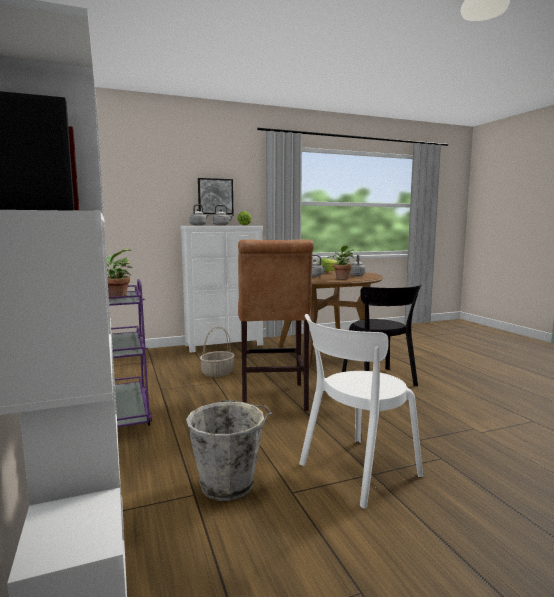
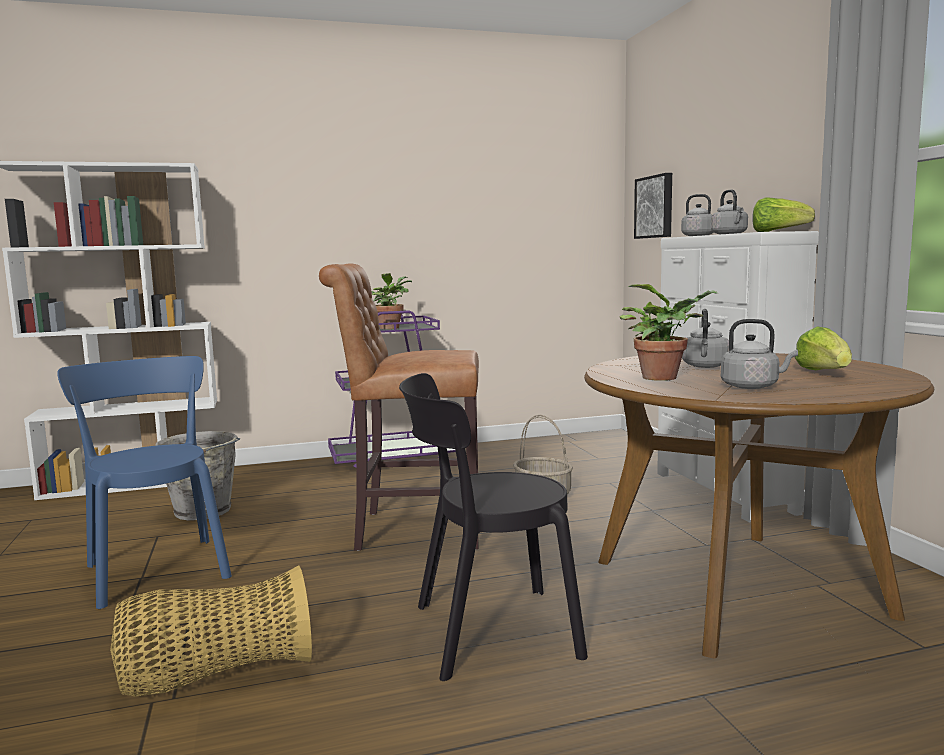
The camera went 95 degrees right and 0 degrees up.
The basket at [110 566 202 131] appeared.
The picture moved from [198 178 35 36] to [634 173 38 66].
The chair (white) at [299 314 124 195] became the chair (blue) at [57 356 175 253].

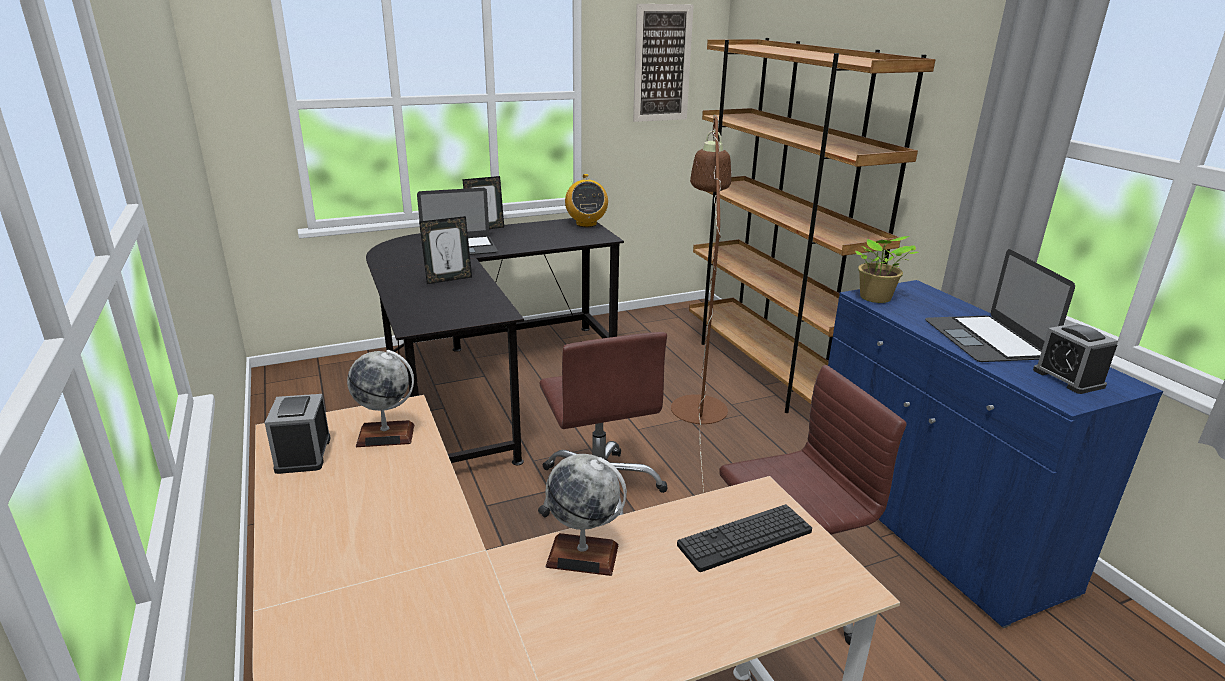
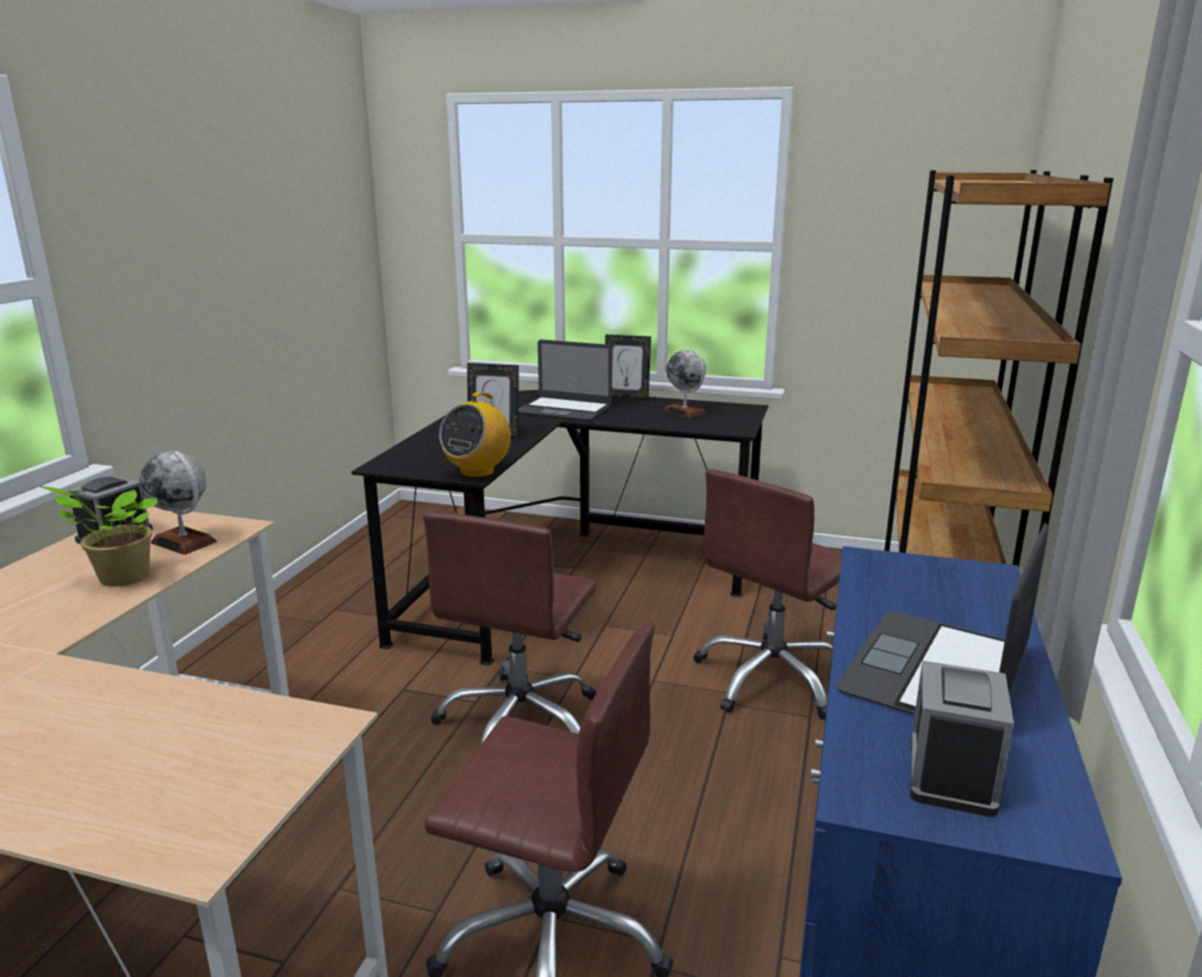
The camera went 40 degrees right and 5 degrees down.
The picture at [633 4 61 118] disappeared.
The keyboard at [677 504 135 68] disappeared.
The globe moved from [545 454 82 122] to [663 349 43 69].
The radio moved from [565 174 43 53] to [439 392 72 86].
The potted plant moved from [855 236 64 67] to [39 486 119 101].
The floor lamp (brown) at [671 114 60 379] was replaced by the office chair (brown) at [693 469 149 250].

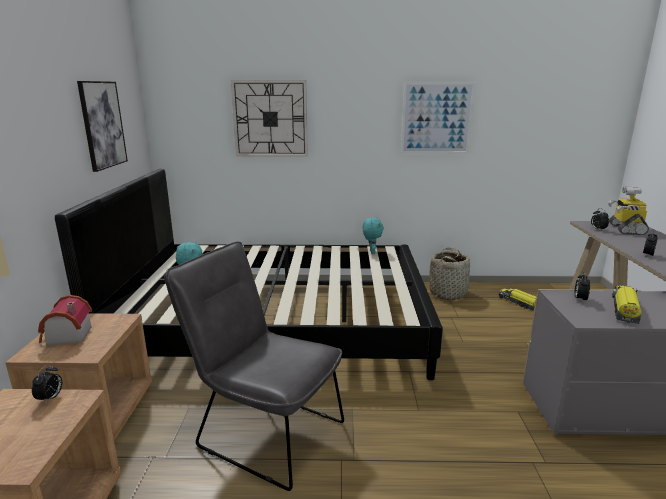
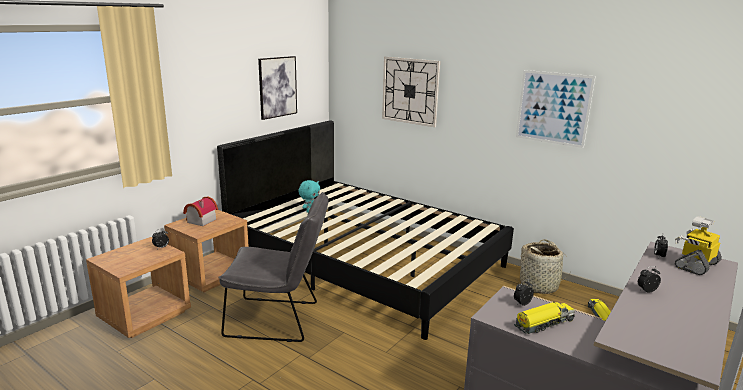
The camera went 35 degrees right and 0 degrees up.
The plush toy (turquoise) at [362 218 22 36] disappeared.
The chair (grey) at [164 242 180 249] turned 120 degrees clockwise.

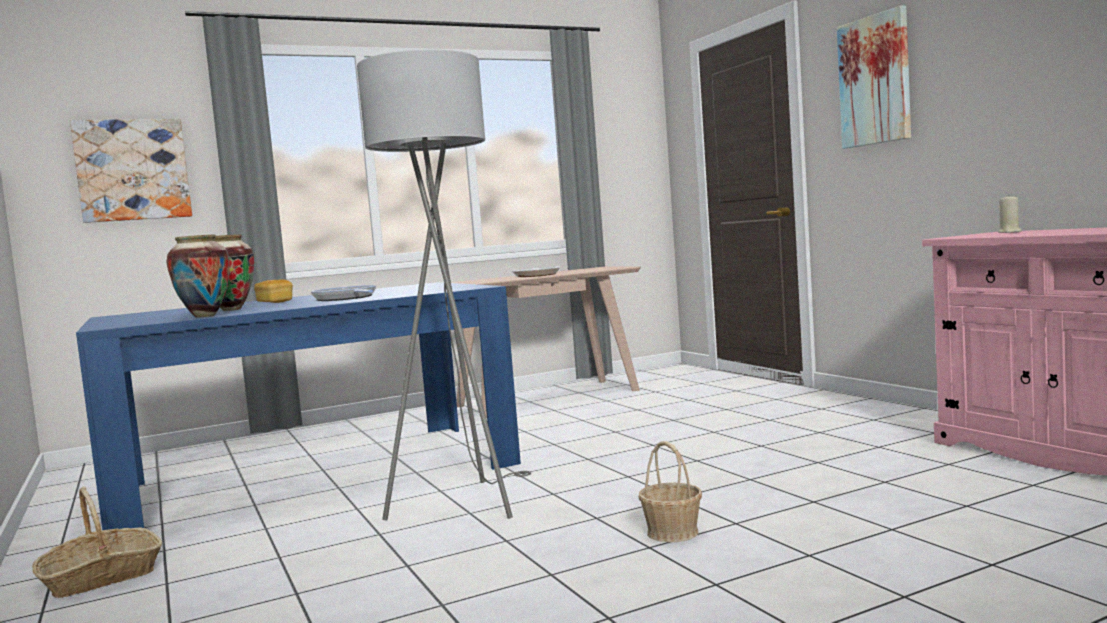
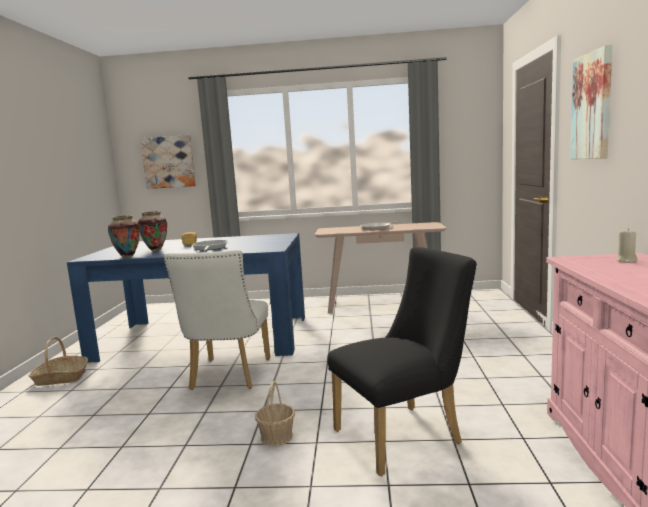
The camera went 30 degrees right and 5 degrees up.
The chair (black) at [327 247 150 229] appeared.
The floor lamp (grey) at [357 50 174 470] was replaced by the chair (white) at [164 250 106 140].

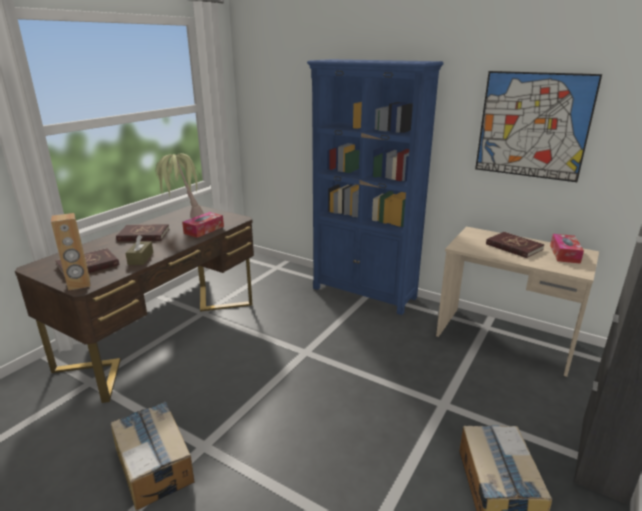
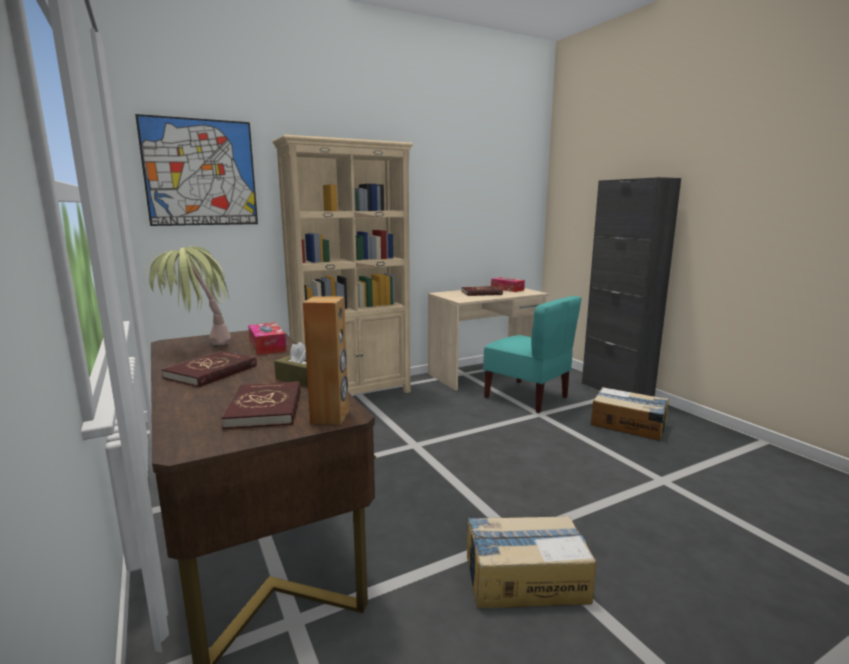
The camera went 60 degrees left and 10 degrees down.
The chair (turquoise) at [483 296 99 117] appeared.
The picture moved from [475 71 127 111] to [135 114 123 112].
The bookcase (blue) at [307 59 136 256] became the bookcase (beige) at [272 135 141 259].

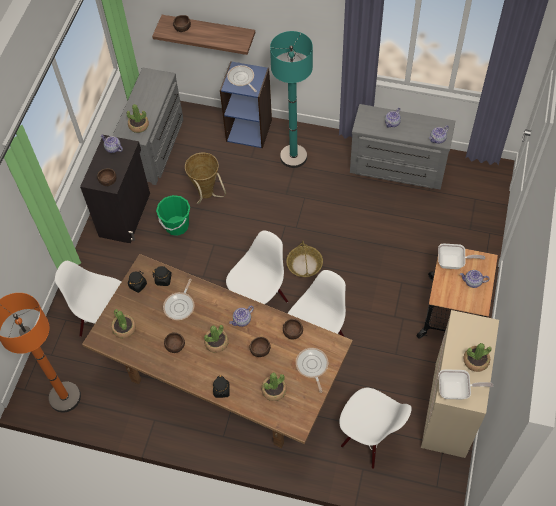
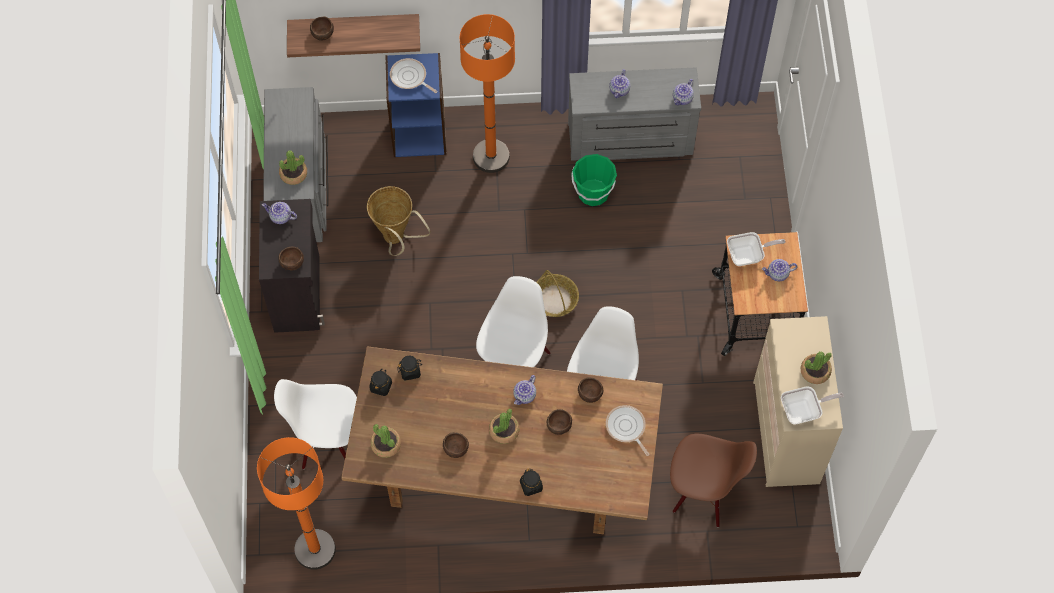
The camera went 20 degrees left and 5 degrees up.
The frying pan at [163 279 32 41] disappeared.
The potted plant at [261 373 26 28] disappeared.
The bucket (green) moved from [156 195 34 41] to [571 154 46 52].
The floor lamp (turquoise) at [270 31 43 137] became the floor lamp (orange) at [460 14 55 159].
The chair (white) at [339 388 73 81] became the chair (brown) at [670 434 87 93].

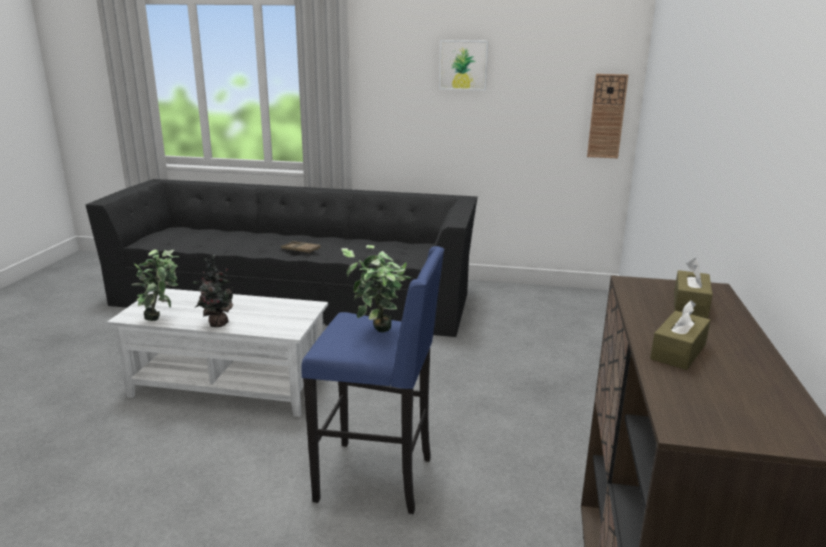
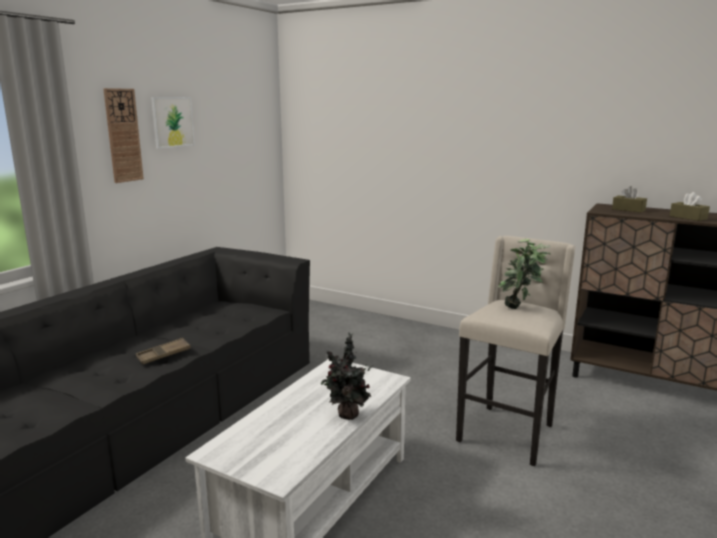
The camera went 70 degrees left and 5 degrees down.
The potted plant at [132 249 47 72] disappeared.
The wall clock moved from [587 74 41 84] to [103 88 41 95].
The stool (blue) at [301 246 143 268] became the stool (beige) at [456 236 120 230].

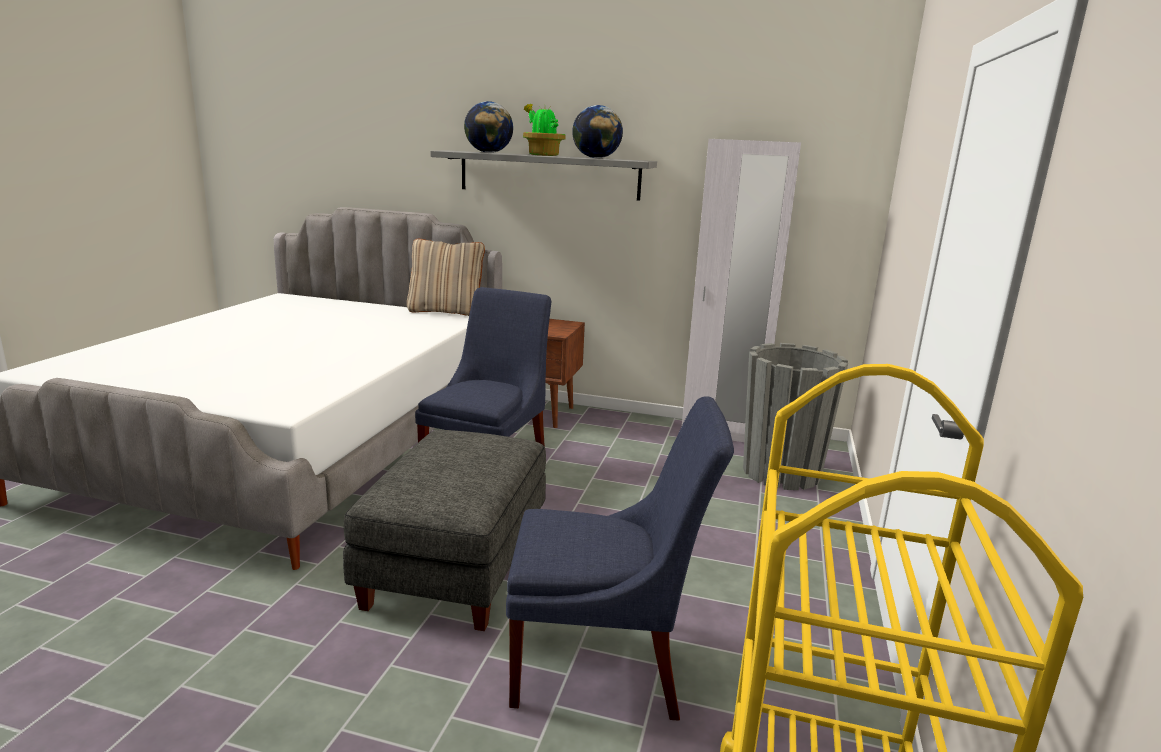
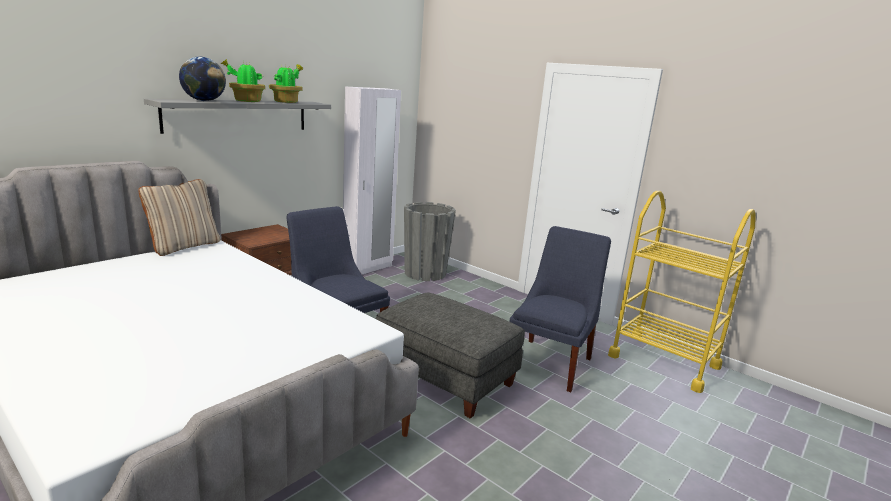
The camera went 65 degrees left and 0 degrees up.
The globe at [572 105 51 53] was replaced by the potted plant at [269 64 34 39].

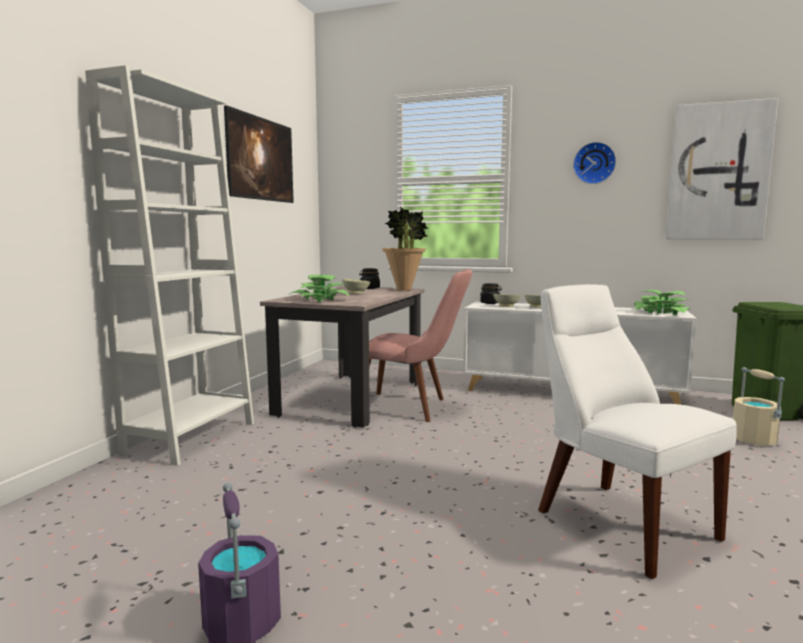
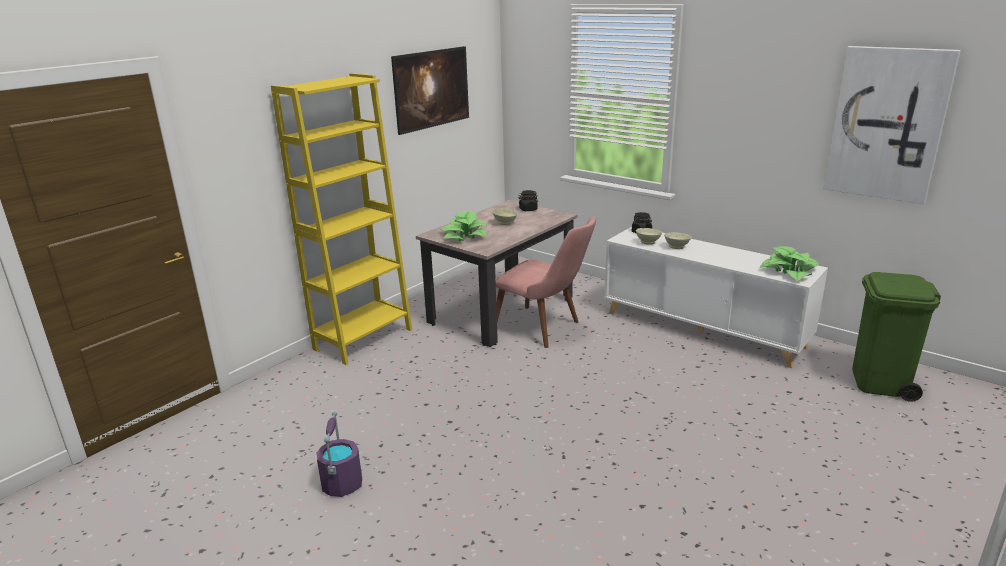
The camera went 20 degrees right and 15 degrees up.
The potted plant at [382 207 46 84] disappeared.
The chair (white) at [538 284 199 295] disappeared.
The wall clock at [573 142 43 42] disappeared.
The bucket (beige) at [733 367 52 79] disappeared.
The bookcase (white) at [85 65 169 401] became the bookcase (yellow) at [271 73 141 292].

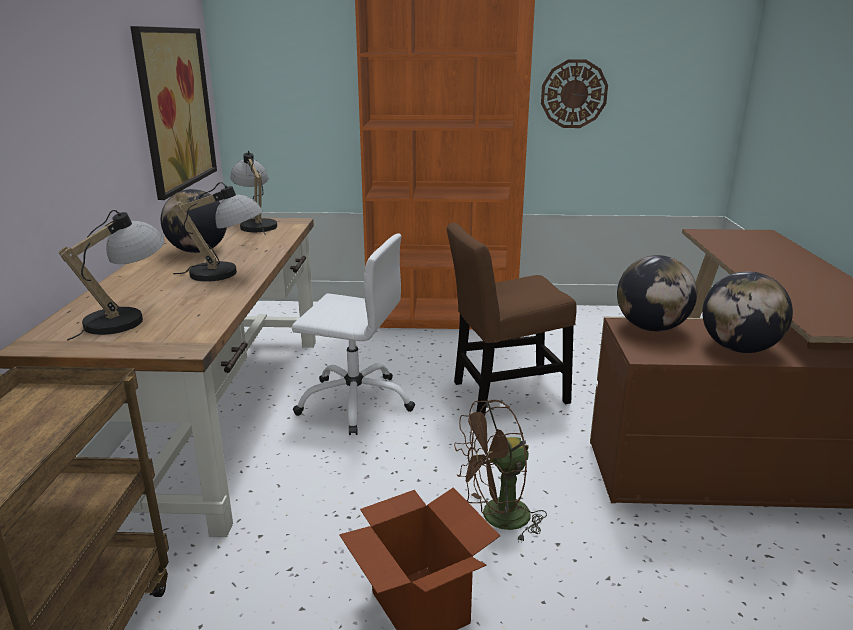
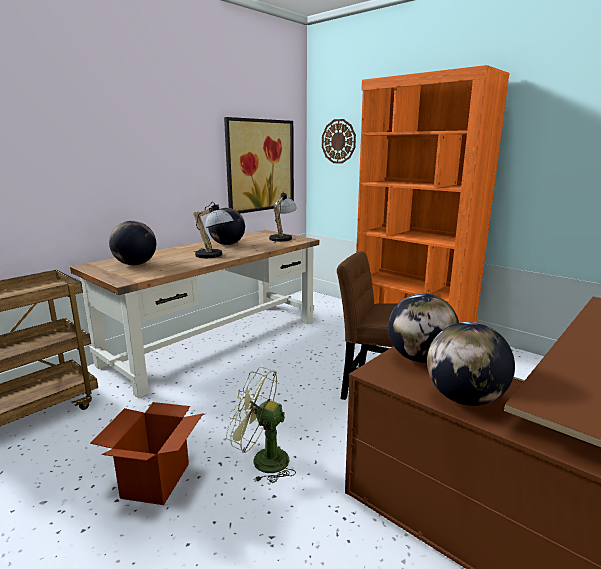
The camera went 40 degrees right and 5 degrees down.
The office chair (white) at [292 233 123 202] disappeared.
The wall clock moved from [541 59 67 69] to [322 119 34 45].
The table lamp at [59 210 105 131] was replaced by the globe at [109 221 47 44].
The fan (brown) at [454 400 93 142] became the fan (green) at [226 367 70 116].

